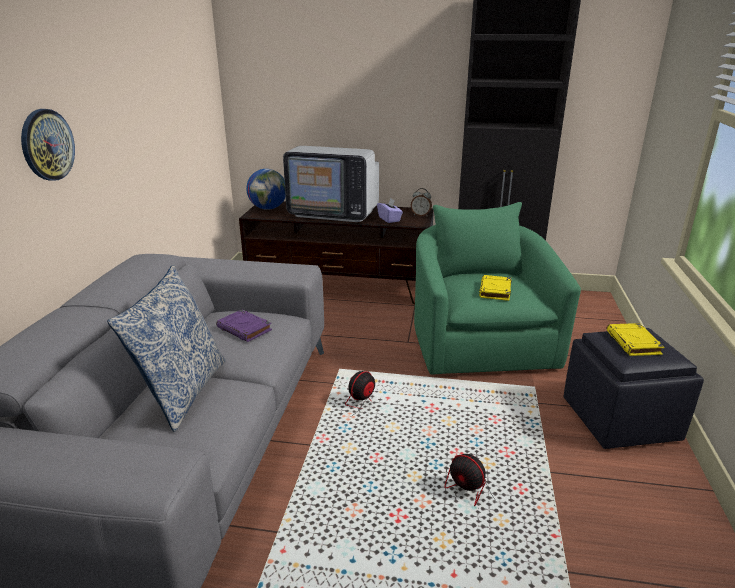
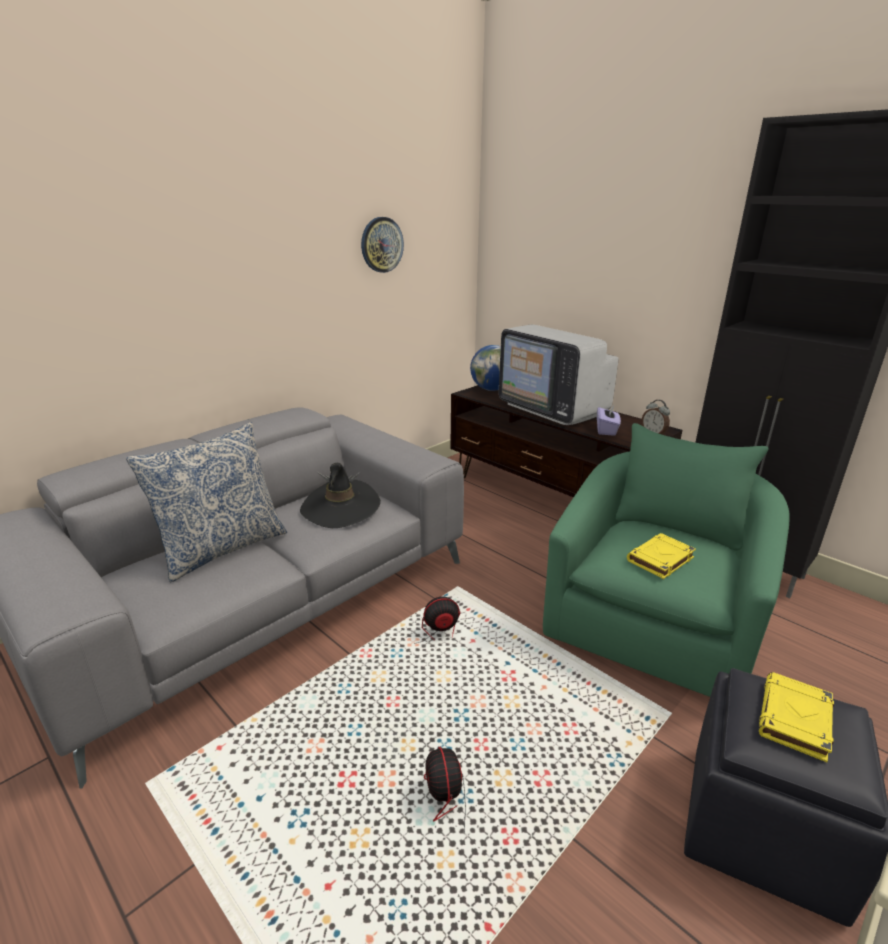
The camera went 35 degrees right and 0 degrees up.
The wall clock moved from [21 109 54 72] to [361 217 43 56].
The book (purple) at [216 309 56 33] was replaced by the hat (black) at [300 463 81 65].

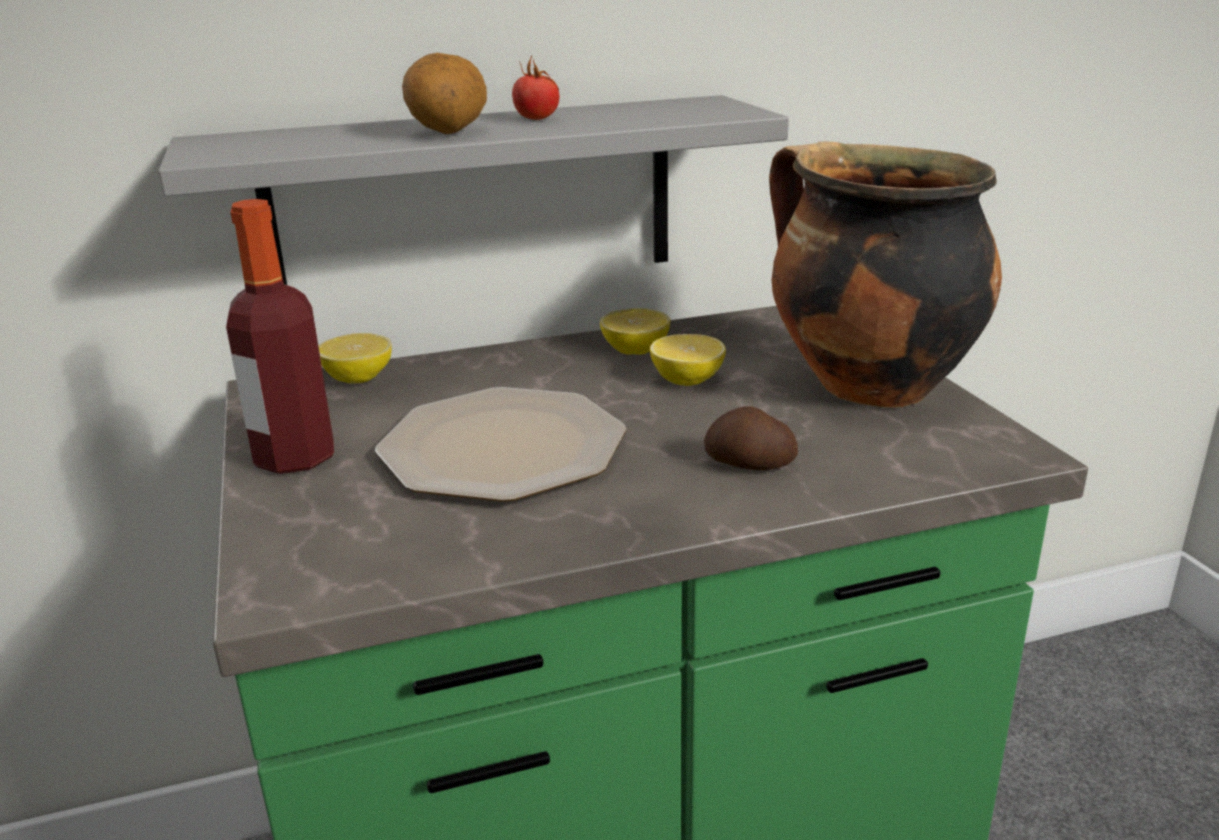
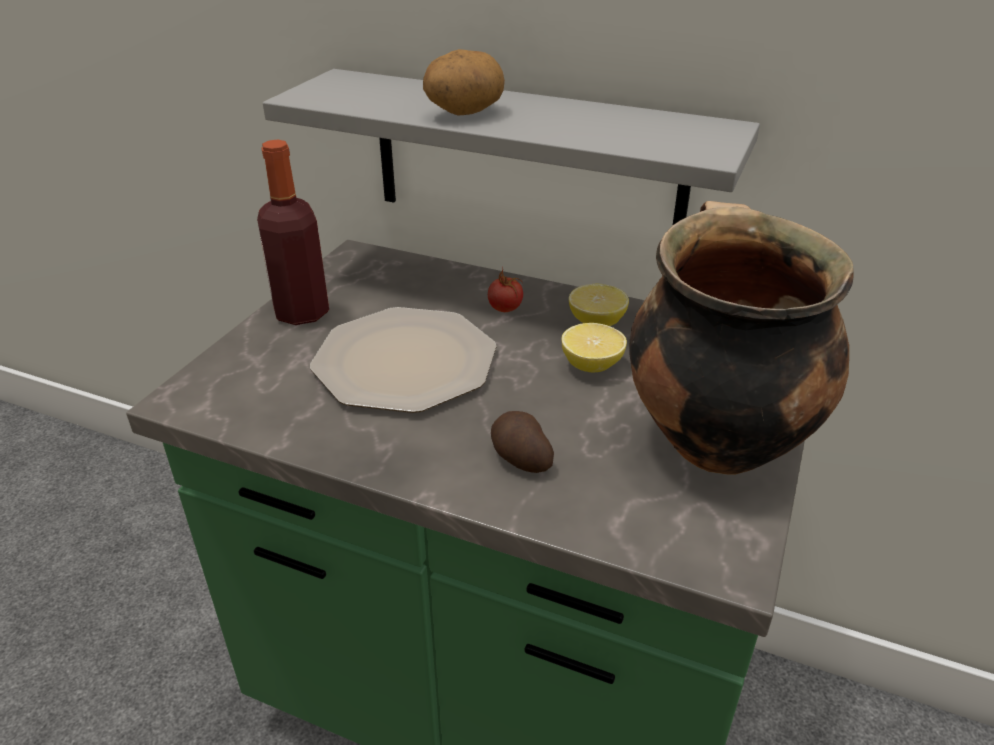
The camera went 40 degrees right and 10 degrees up.
The lemon at [318 333 74 50] disappeared.
The tomato moved from [512 56 47 64] to [488 267 35 45].

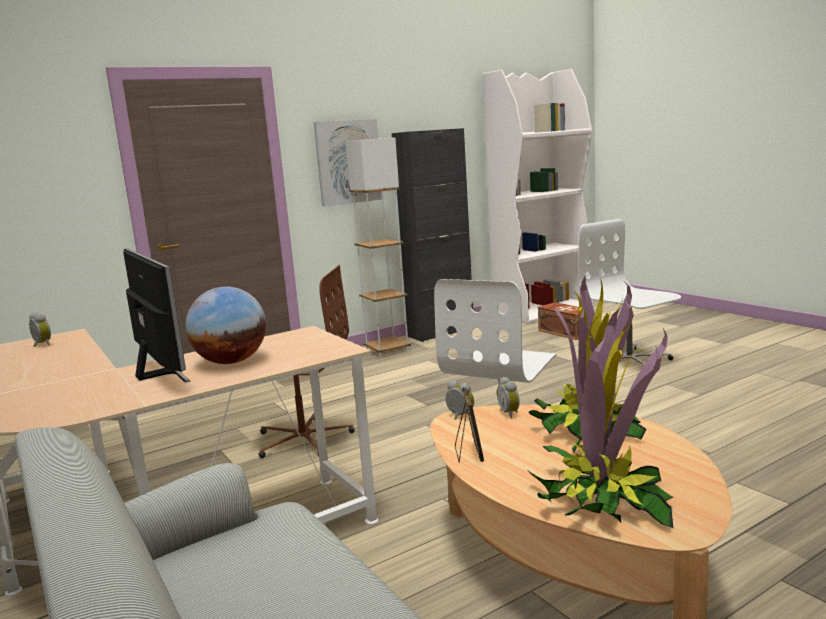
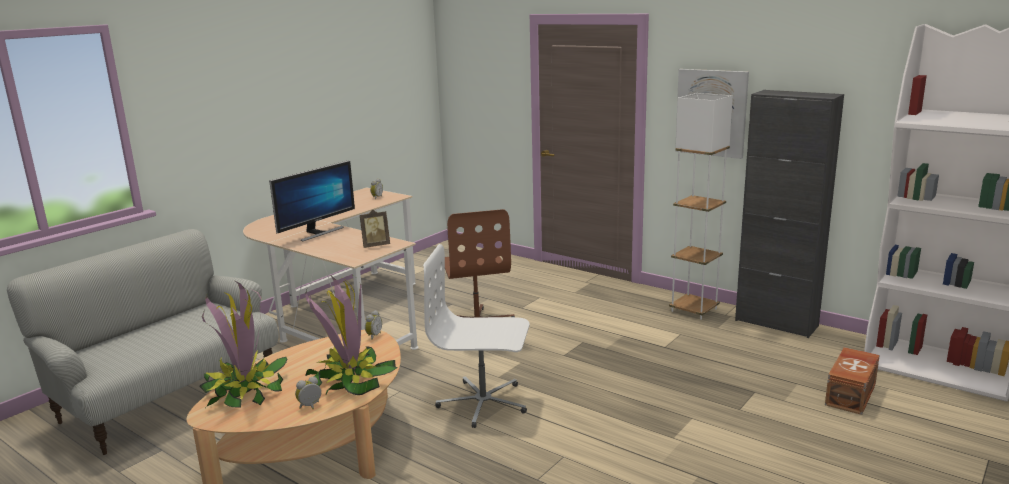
The camera went 70 degrees right and 5 degrees up.
The globe at [186 287 80 77] disappeared.
The office chair (white) at [578 219 103 146] disappeared.
The picture frame moved from [455 387 29 76] to [360 209 30 39].
The alarm clock moved from [497 377 23 41] to [295 376 26 33].

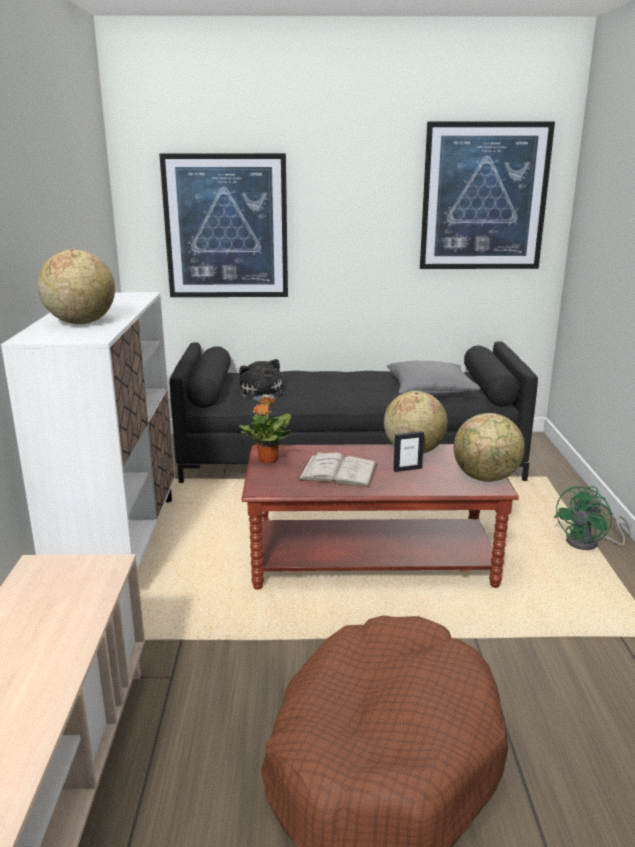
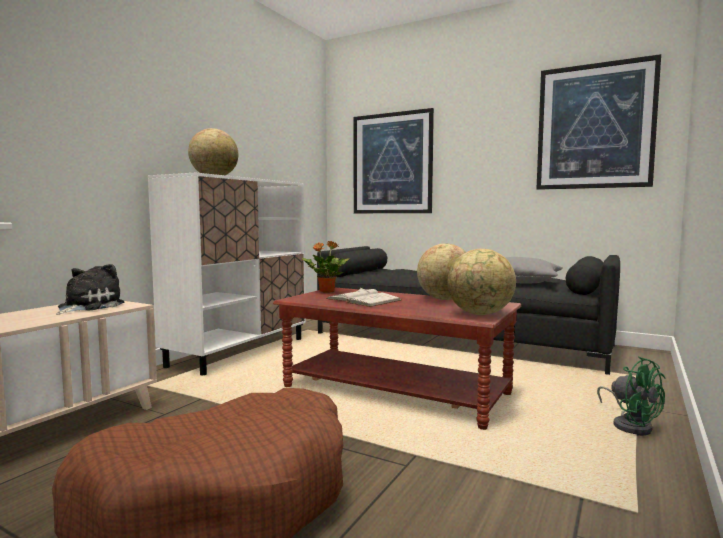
The camera went 30 degrees right and 15 degrees down.
The picture frame at [393 431 31 41] disappeared.
The plush toy moved from [239 359 44 41] to [56 264 68 51].
The fan (green) at [554 486 77 64] turned 105 degrees counterclockwise.

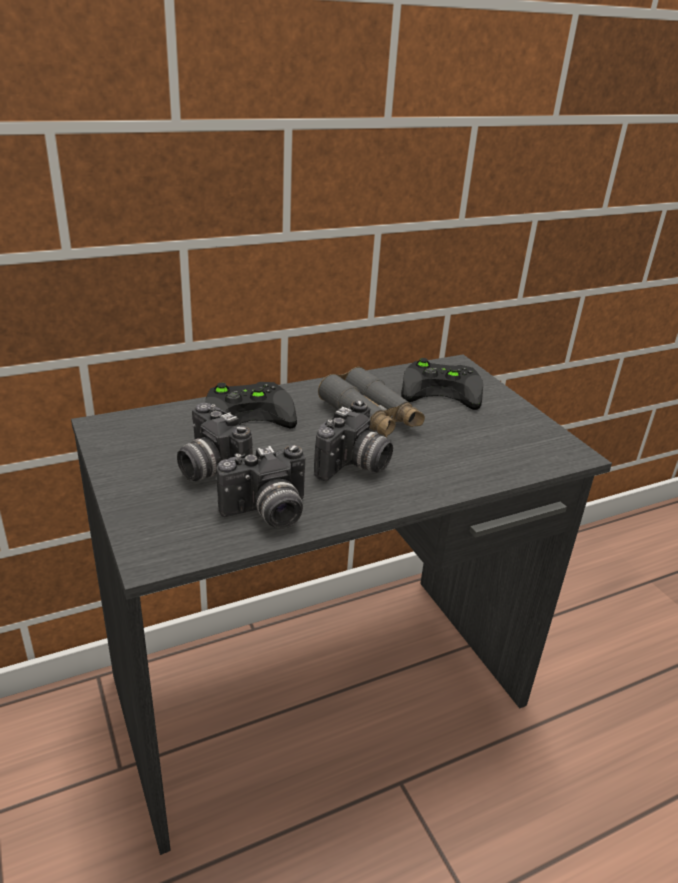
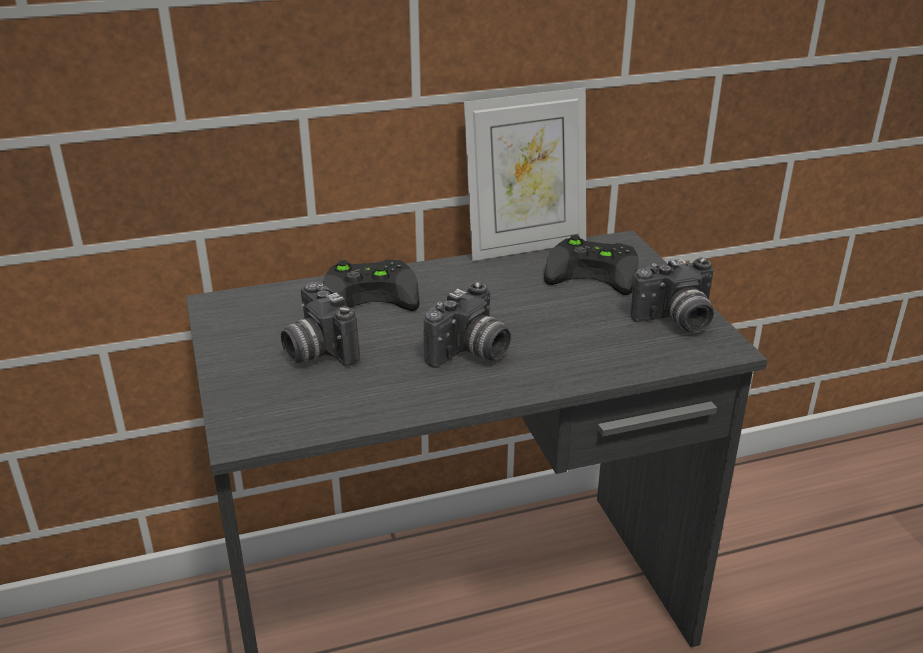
The camera went 10 degrees right and 0 degrees up.
The binoculars (grey) at [318 367 107 71] disappeared.
The picture frame at [464 87 122 174] appeared.
The photo camera moved from [217 445 88 84] to [630 257 84 75].

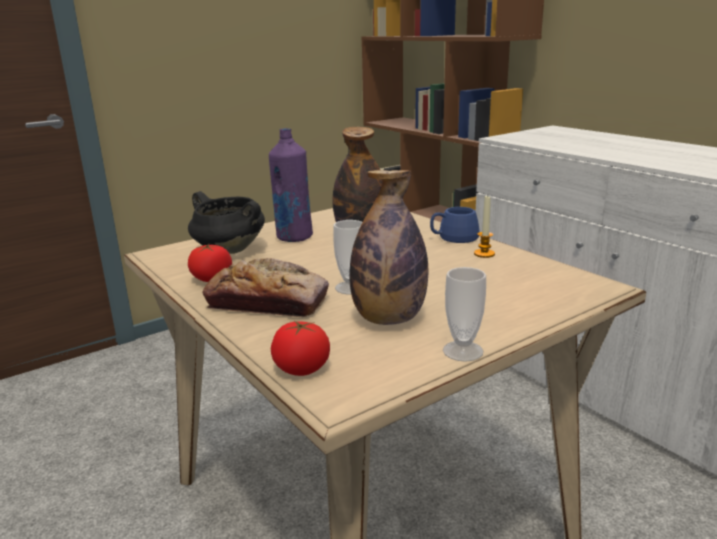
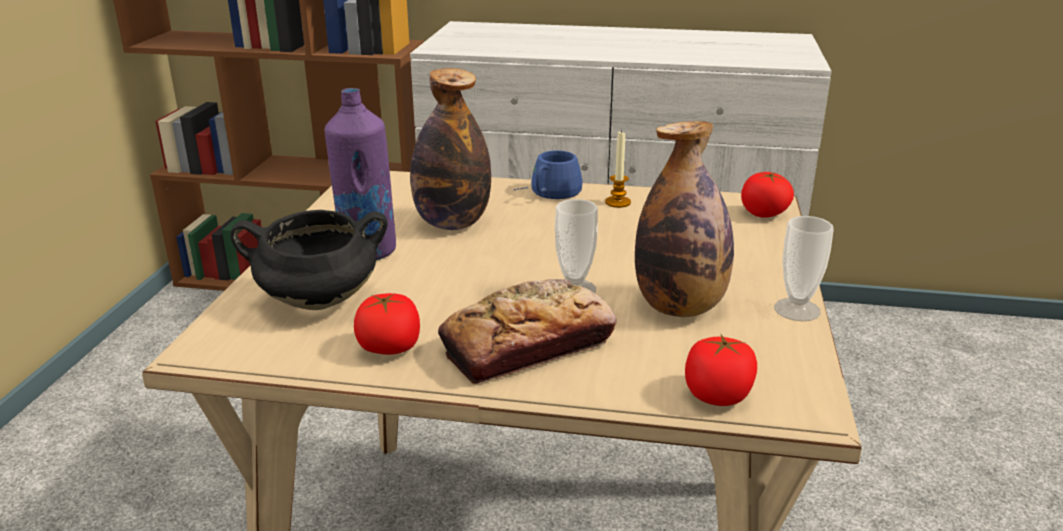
The camera went 45 degrees left and 5 degrees up.
The tomato at [741 172 53 46] appeared.

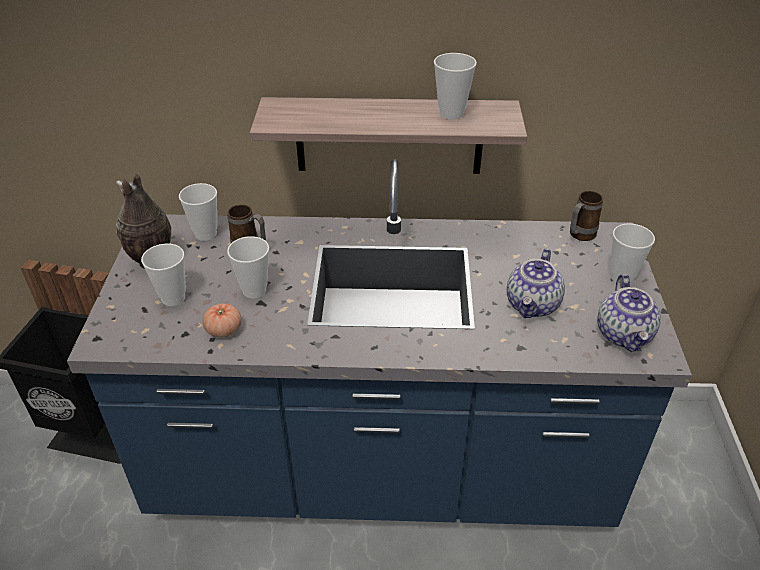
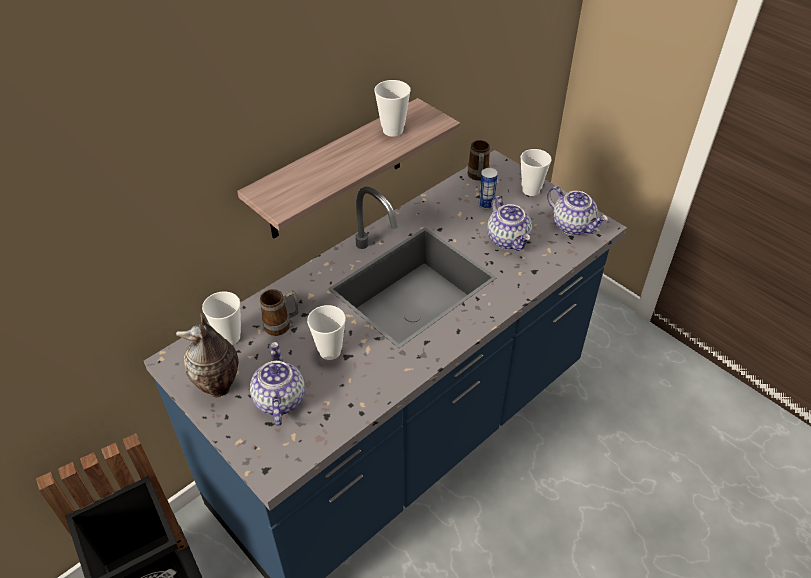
The camera went 45 degrees left and 5 degrees up.
The tomato at [203 303 39 35] disappeared.
The can at [478 168 20 42] appeared.
The cup at [141 243 45 63] was replaced by the teapot at [250 342 55 84].

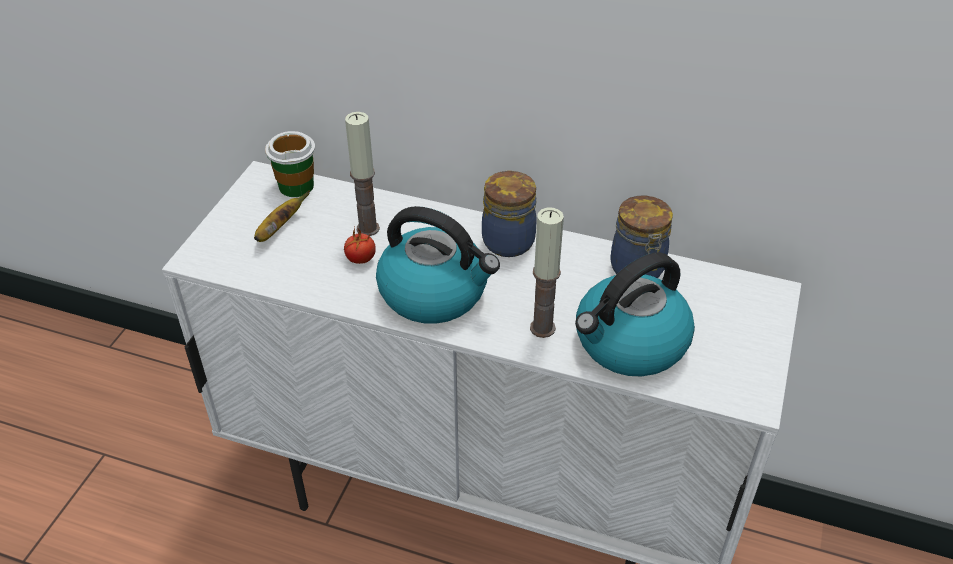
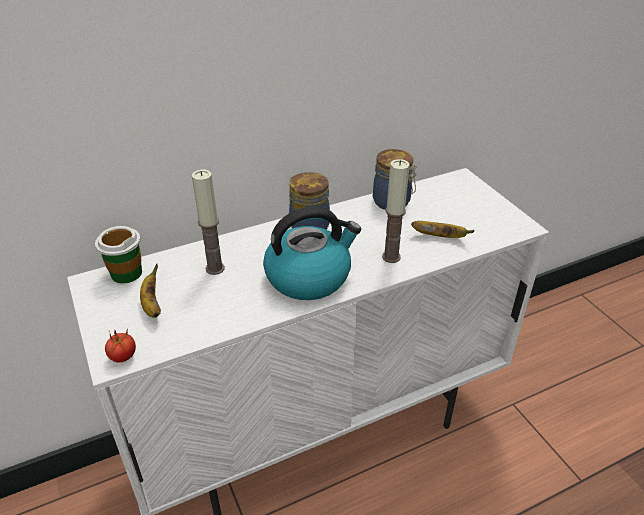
The camera went 45 degrees left and 5 degrees down.
The tomato moved from [344 226 32 38] to [105 328 31 35].
The kettle at [575 252 120 124] was replaced by the banana at [411 221 64 17].

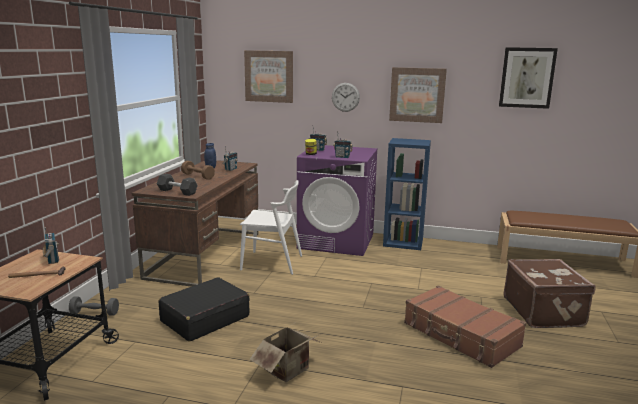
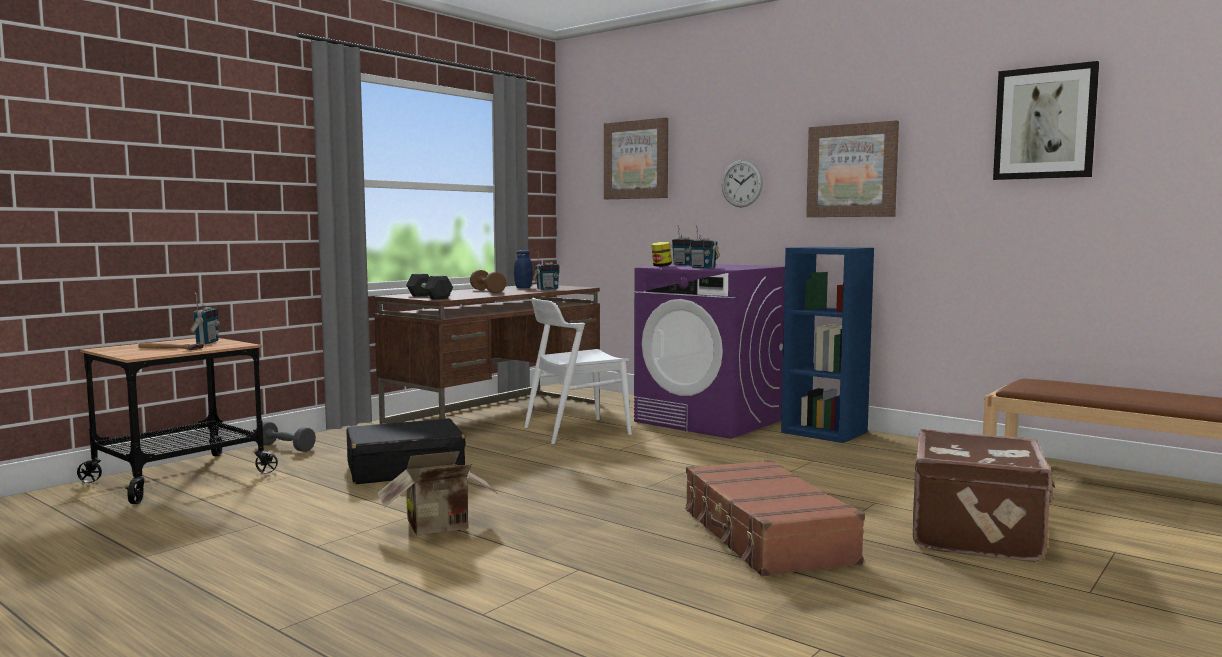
The camera went 25 degrees right and 10 degrees down.
The chair (white) at [240 180 62 95] turned 120 degrees clockwise.

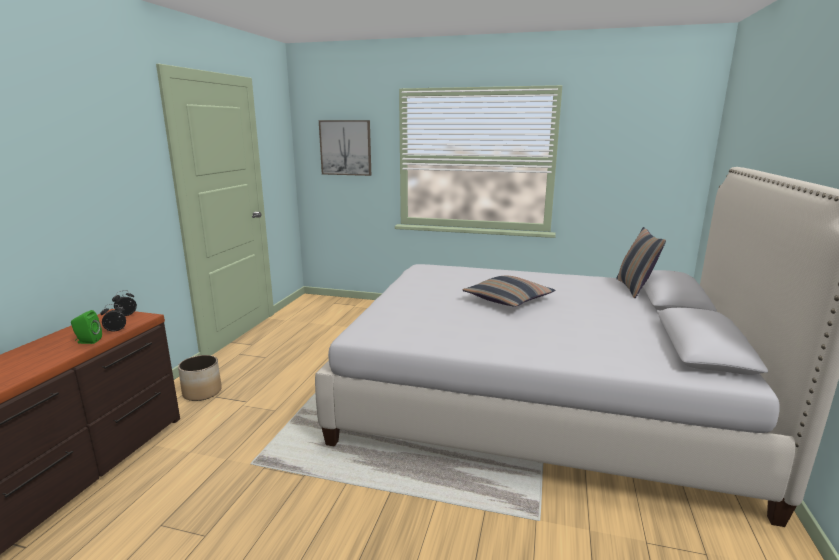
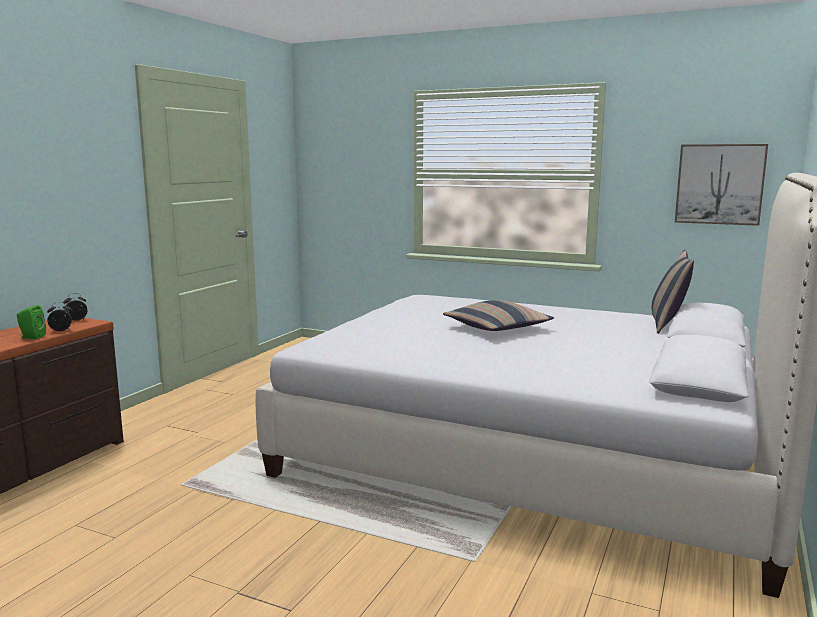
The camera went 10 degrees right and 5 degrees down.
The planter at [178 355 44 46] disappeared.
The picture moved from [319 120 52 56] to [675 144 93 82].

